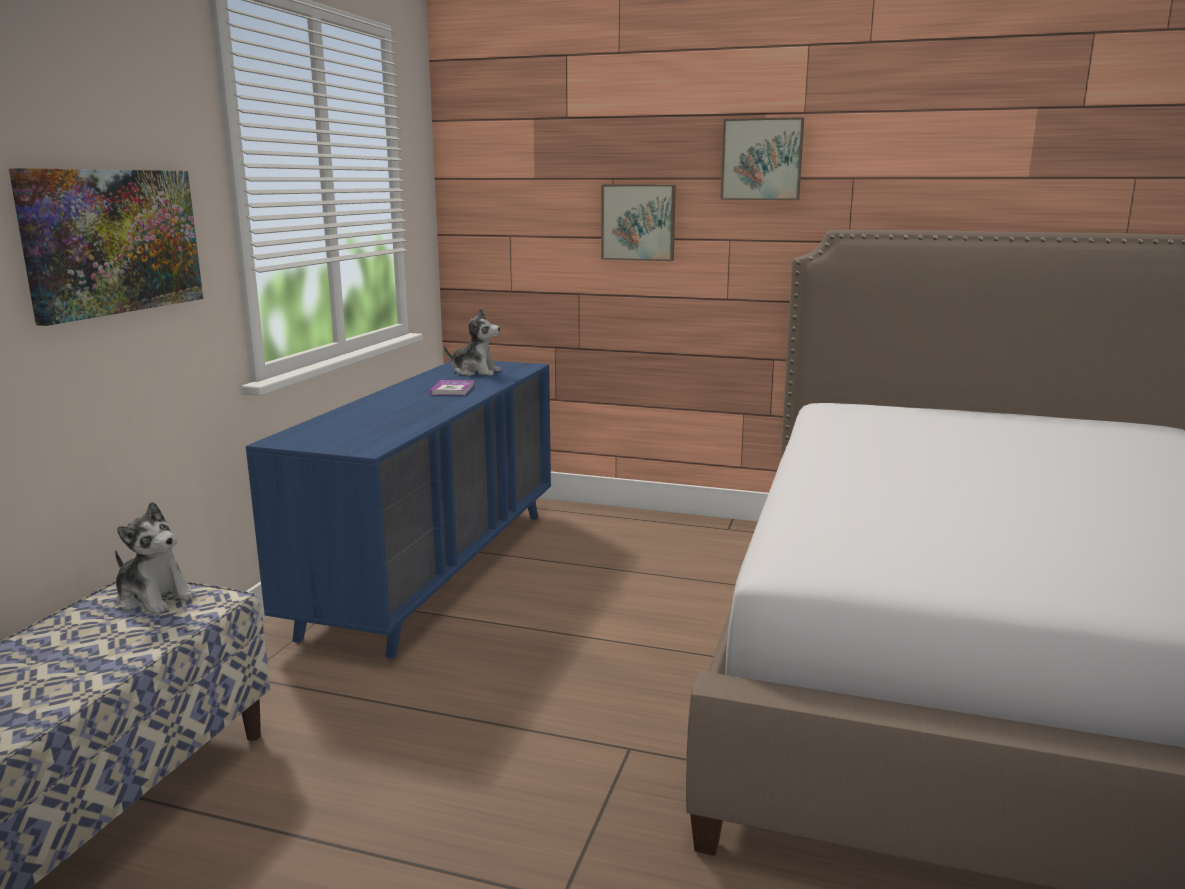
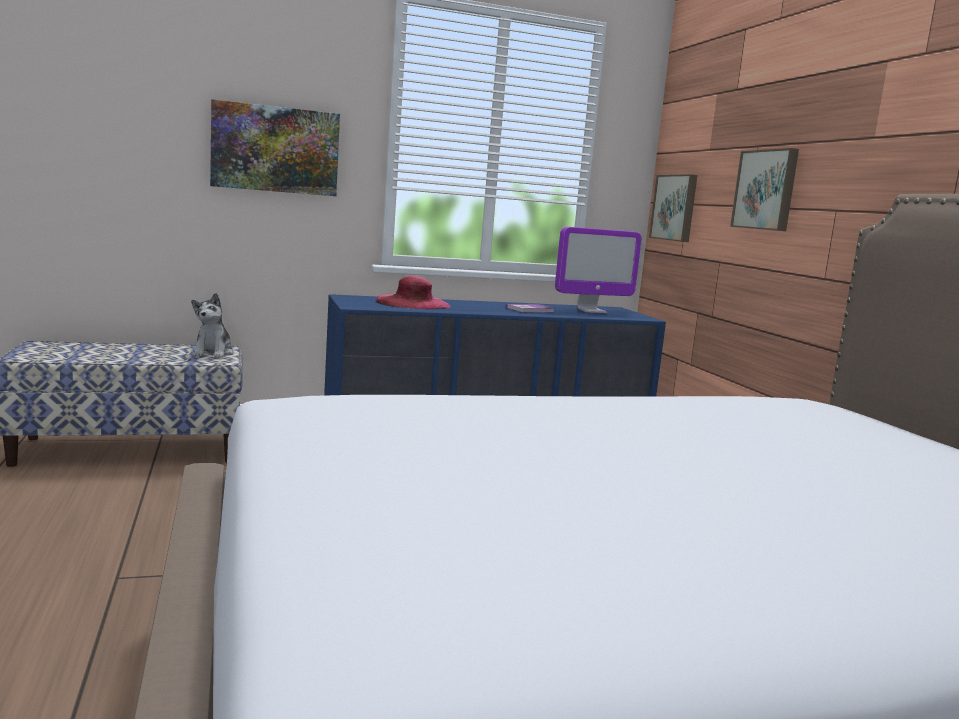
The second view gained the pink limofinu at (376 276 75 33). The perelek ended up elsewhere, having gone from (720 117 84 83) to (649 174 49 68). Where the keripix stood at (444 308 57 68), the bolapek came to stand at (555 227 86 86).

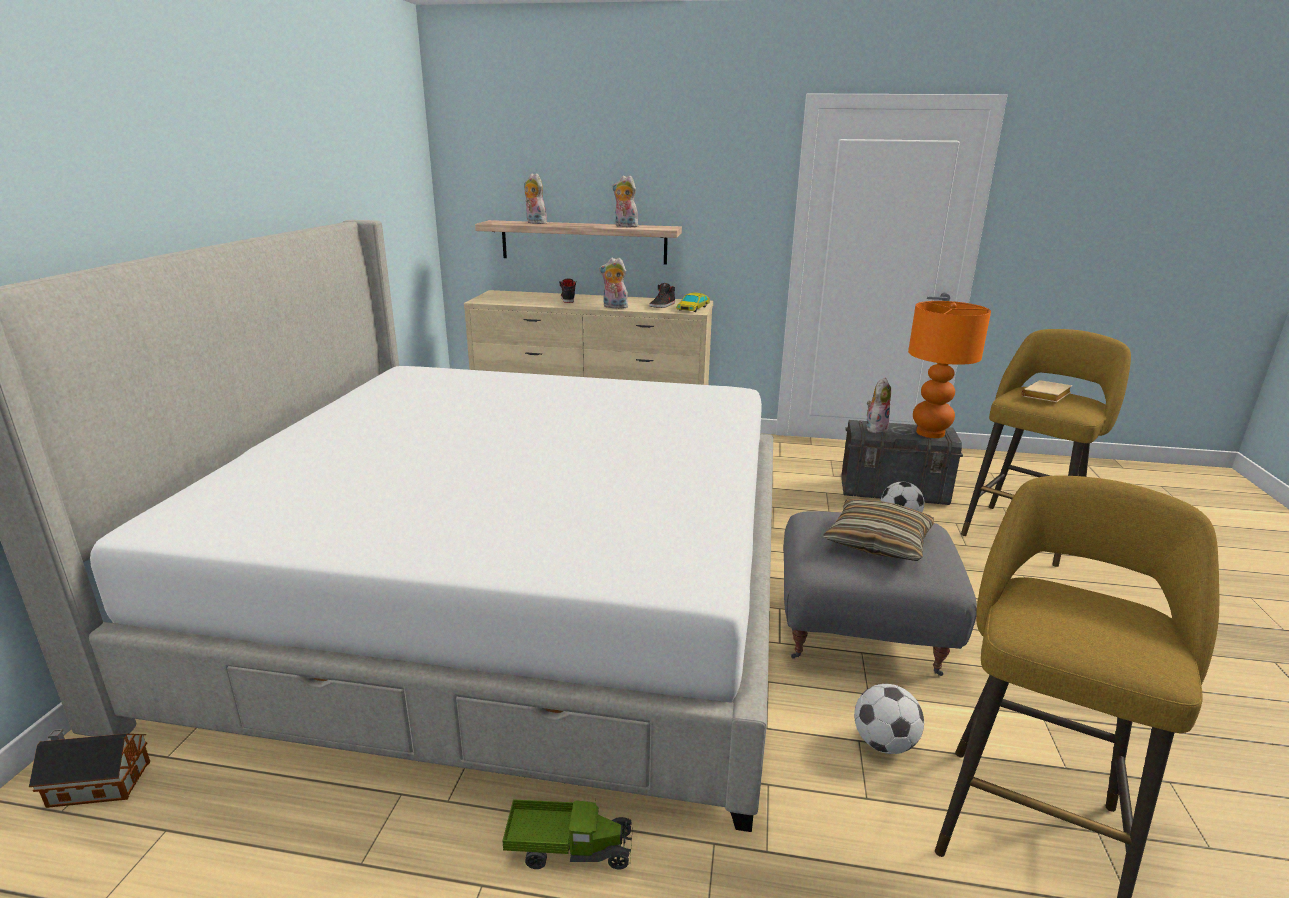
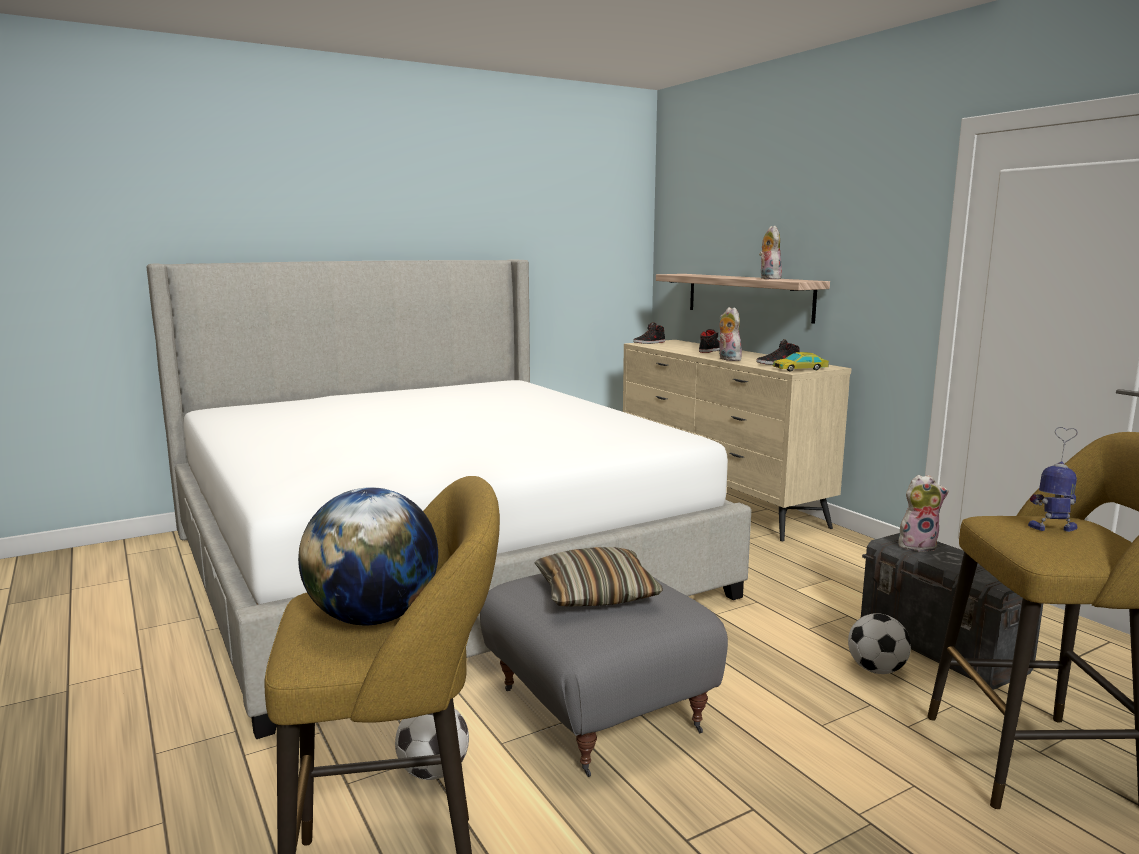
The second view lost the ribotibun at (29 729 121 79). The second view lost the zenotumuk at (502 799 131 70). The second view lost the keripix at (524 173 23 51). The second view lost the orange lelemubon at (908 301 83 137). The second view gained the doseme at (298 487 140 138). The second view gained the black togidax at (633 322 32 22). Where the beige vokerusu stood at (1022 380 50 22), the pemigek came to stand at (1028 427 50 105).

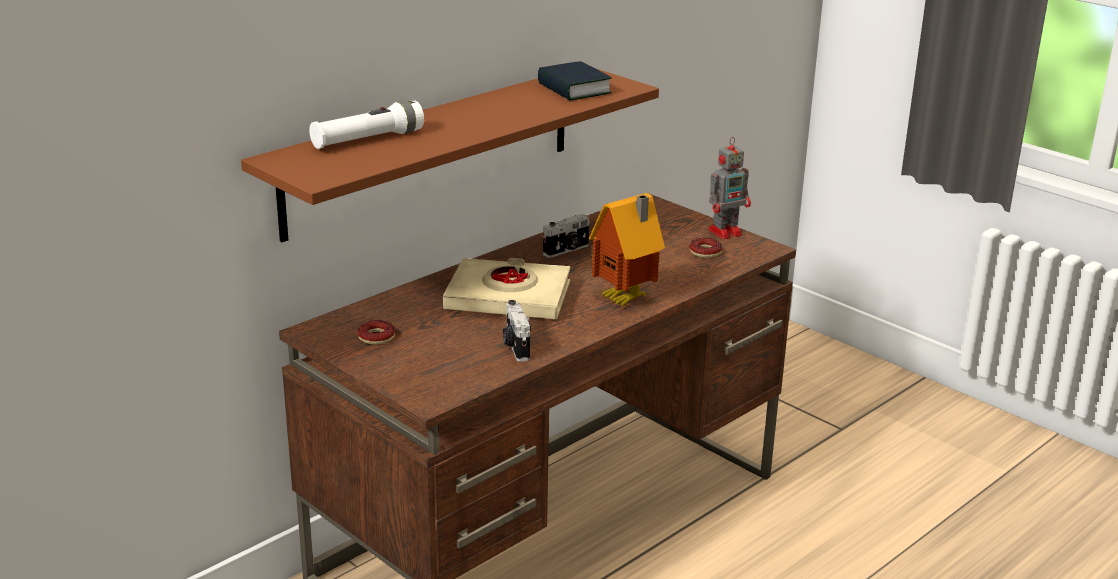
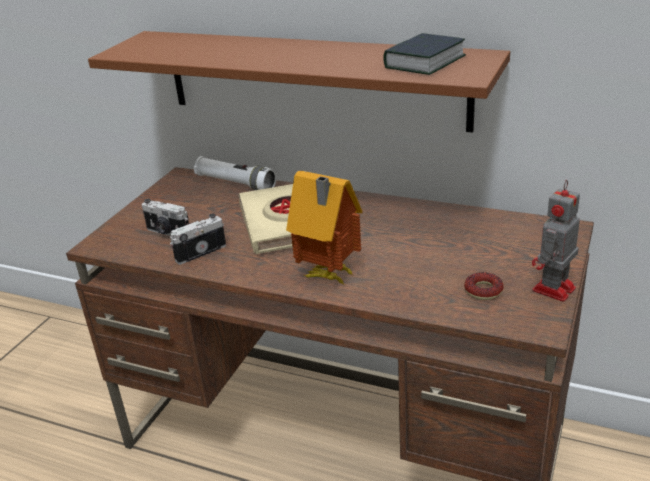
The second view lost the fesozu at (357 320 38 25). The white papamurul ended up elsewhere, having gone from (309 100 115 49) to (194 156 82 34). The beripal ended up elsewhere, having gone from (543 214 47 44) to (141 199 48 37). The pemigek at (708 137 43 102) ended up facing another way, 90 degrees clockwise from before.

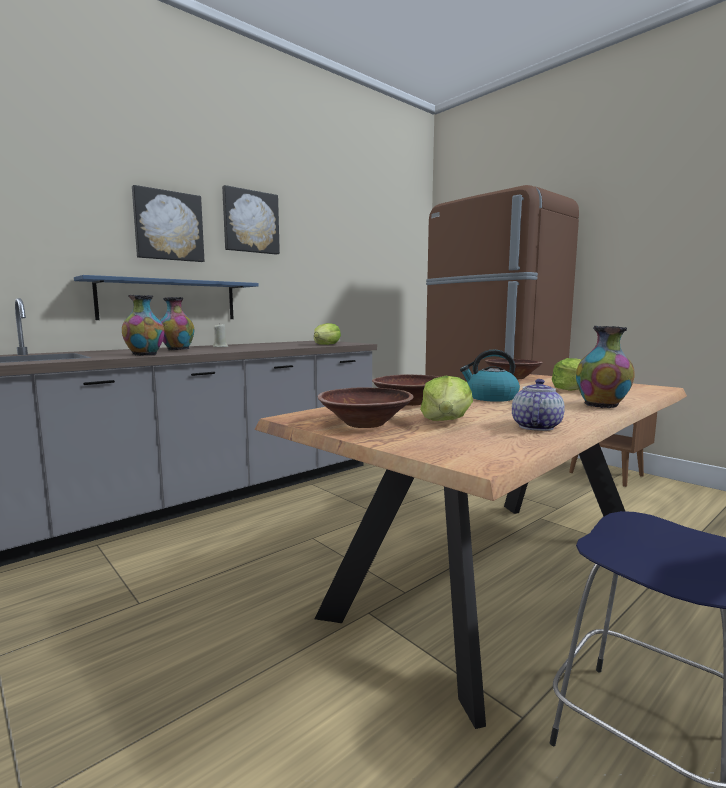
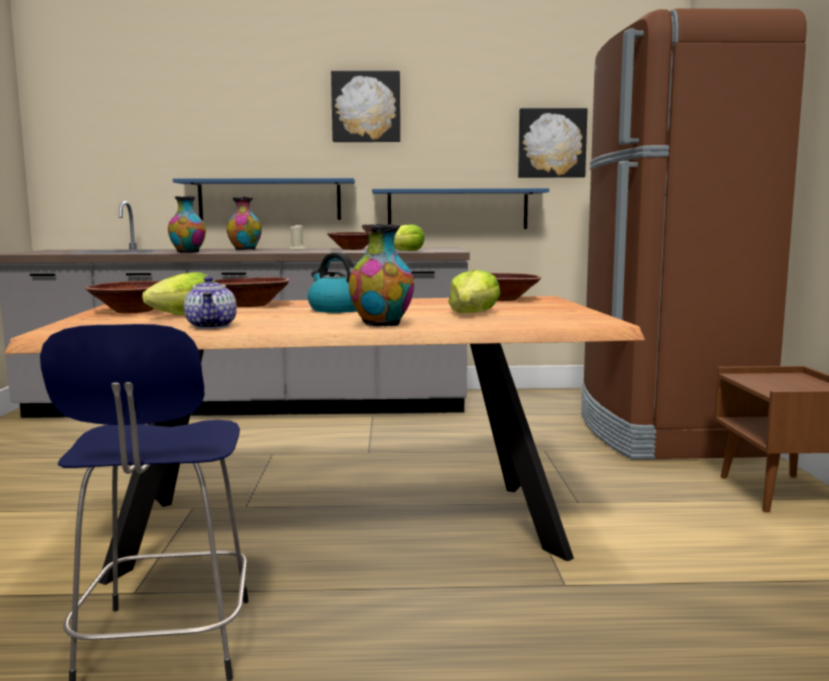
The second view gained the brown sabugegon at (327 232 42 18). The second view gained the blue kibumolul at (372 188 177 41). The perelek ended up elsewhere, having gone from (132 185 72 77) to (518 108 70 70). The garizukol at (512 379 53 52) ended up facing another way, 105 degrees clockwise from before.

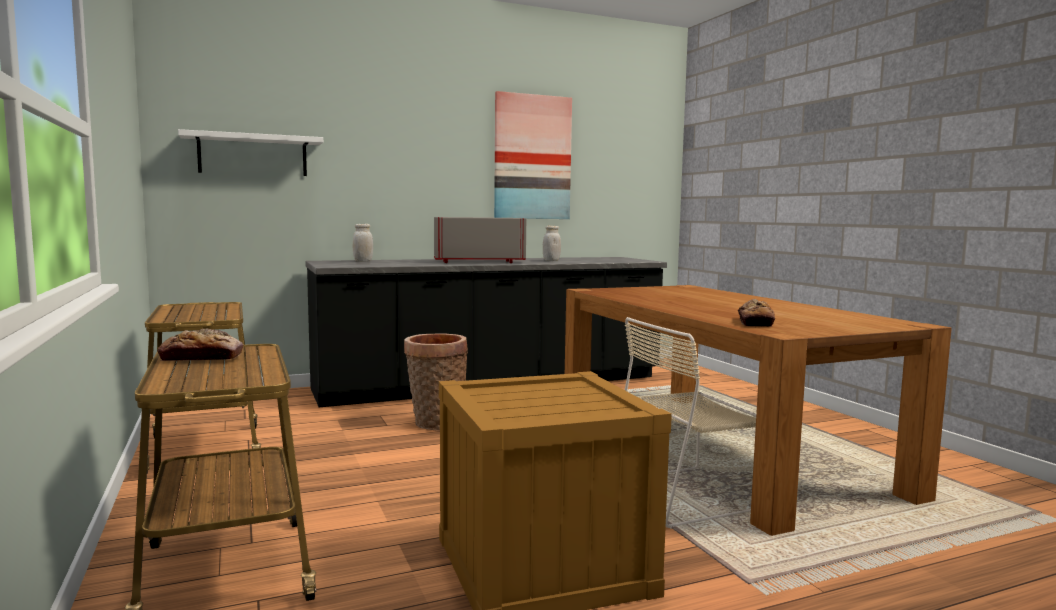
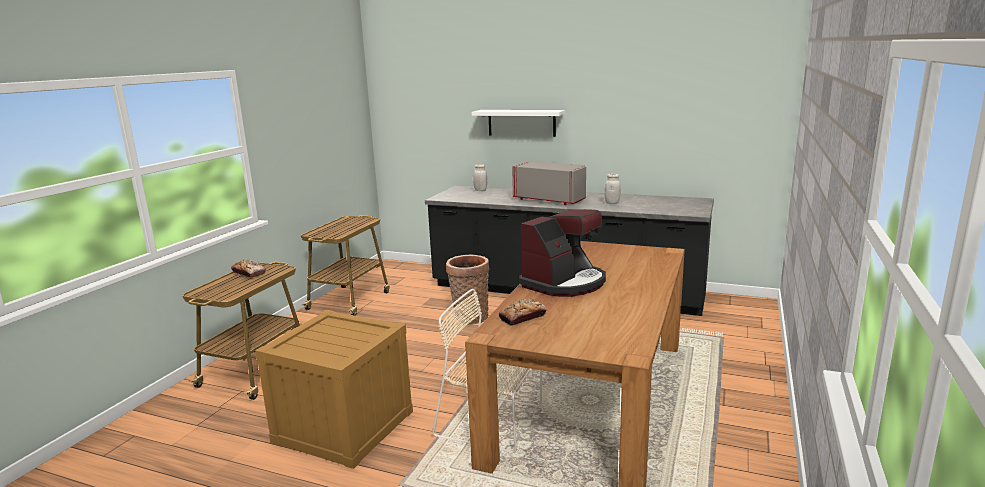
The second view lost the perelek at (494 91 78 128). The second view gained the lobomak at (519 209 87 88). The white kibumolul ended up elsewhere, having gone from (178 129 145 47) to (472 110 93 27).

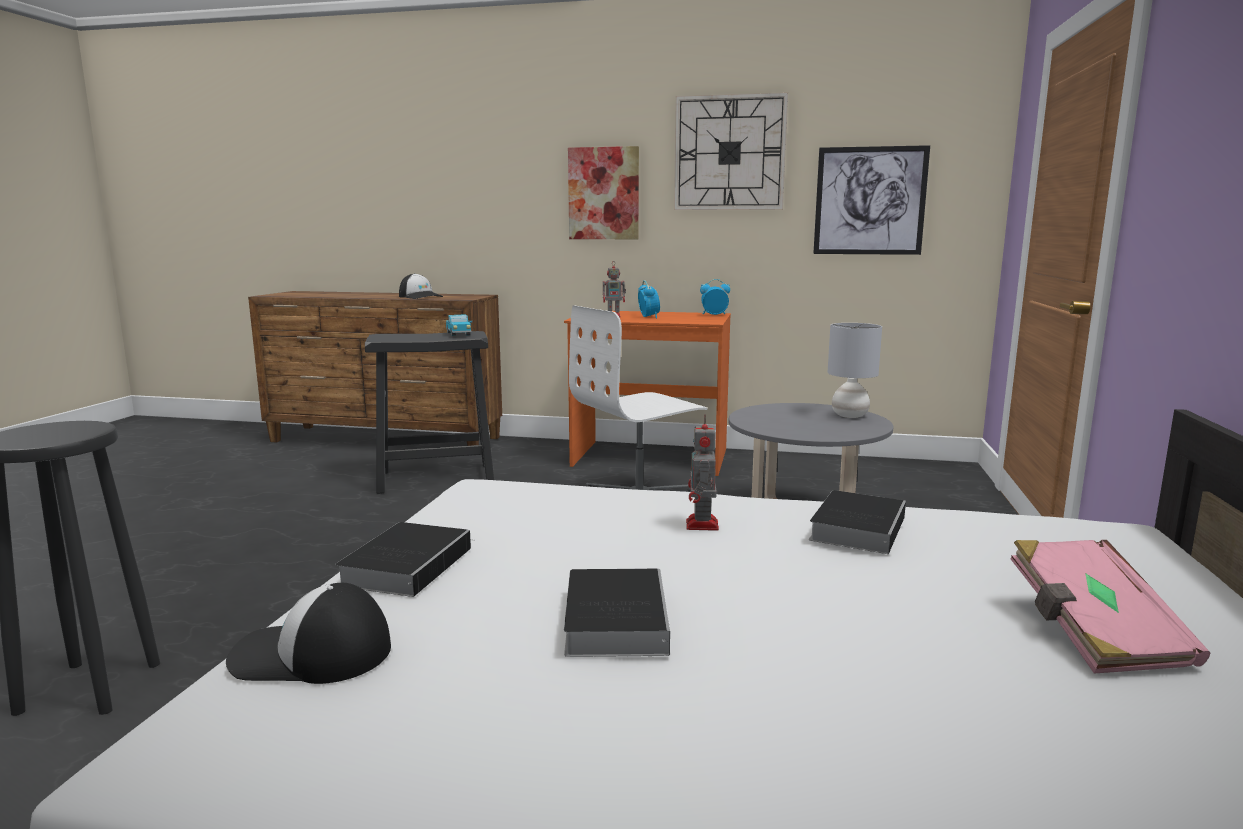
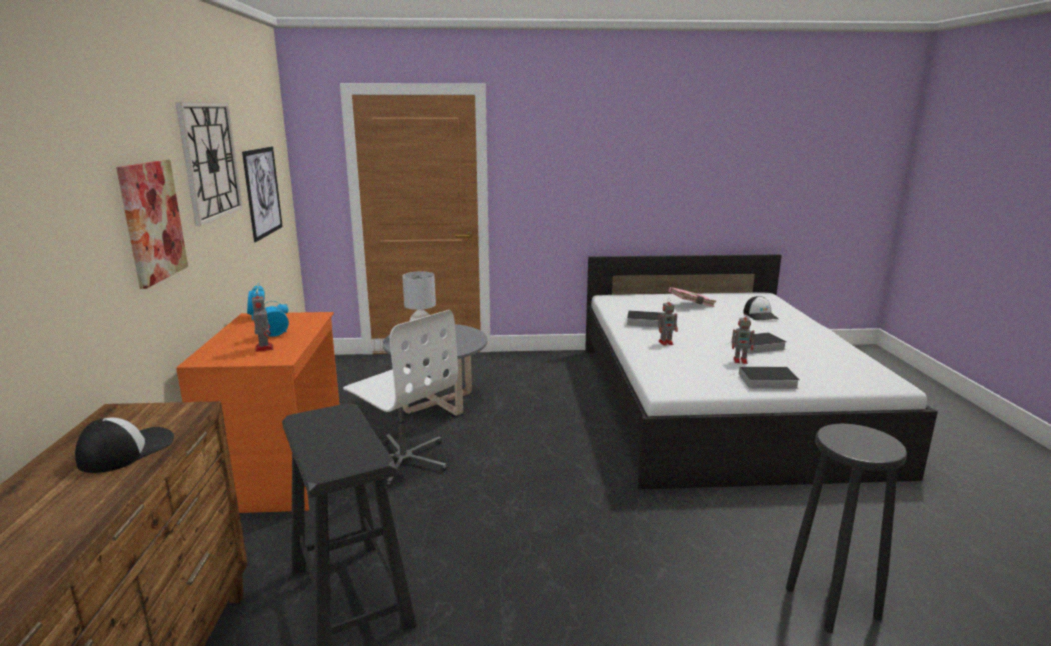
The second view lost the zenotumuk at (446 314 27 22). The second view gained the pemigek at (732 313 23 51). The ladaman ended up elsewhere, having gone from (226 583 165 101) to (743 296 36 24).

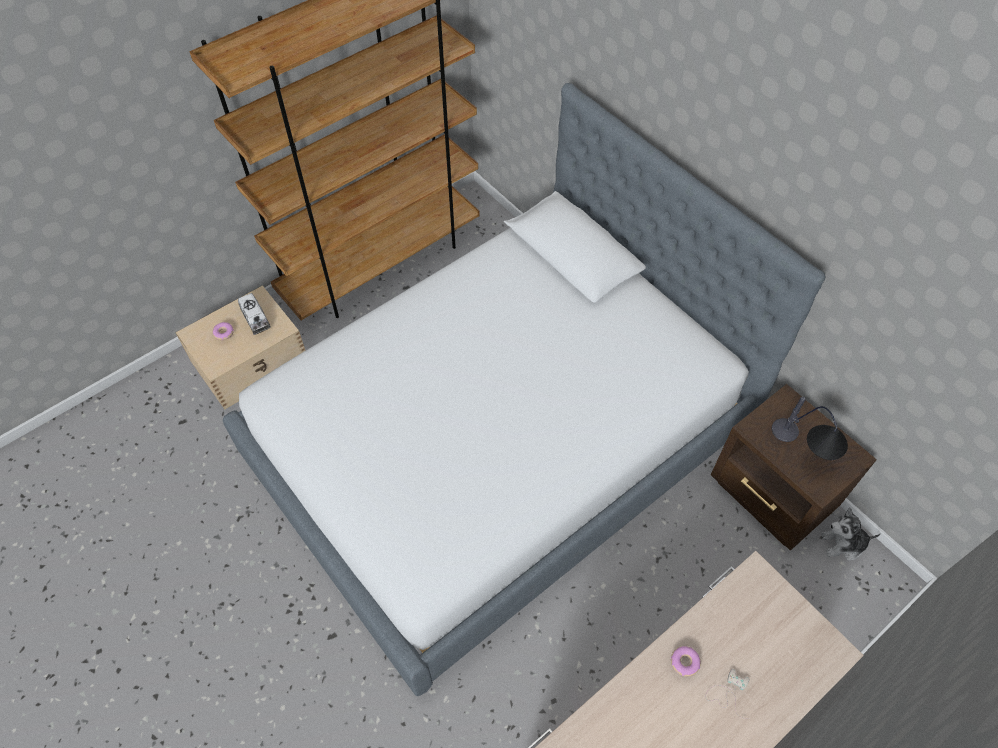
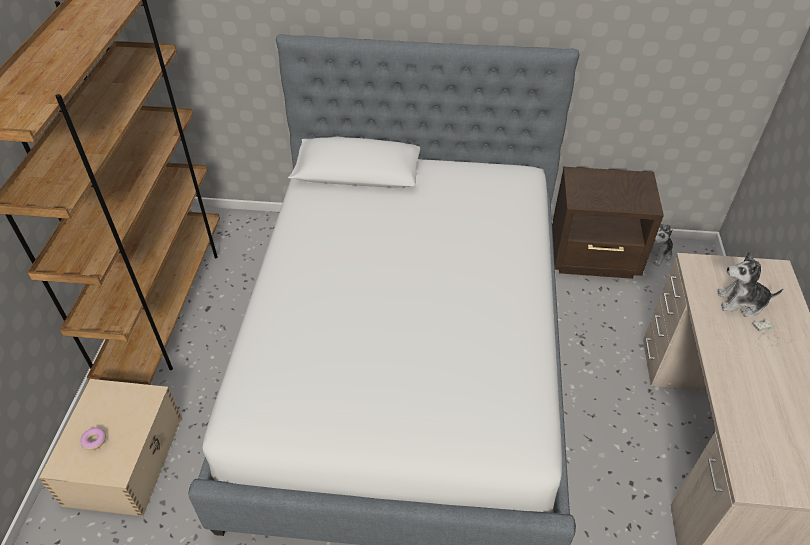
The second view lost the zenotumuk at (238 293 33 42). The second view lost the fesozu at (671 646 30 31). The second view lost the lelemubon at (772 397 76 63). The second view gained the keripix at (717 251 66 66).

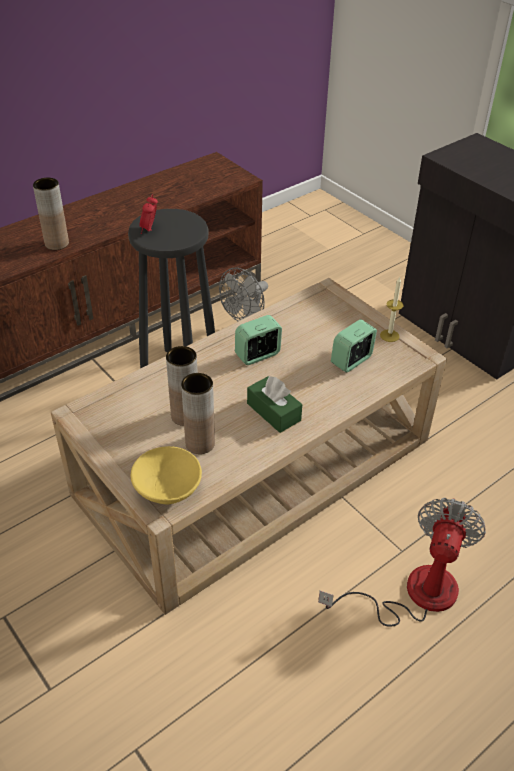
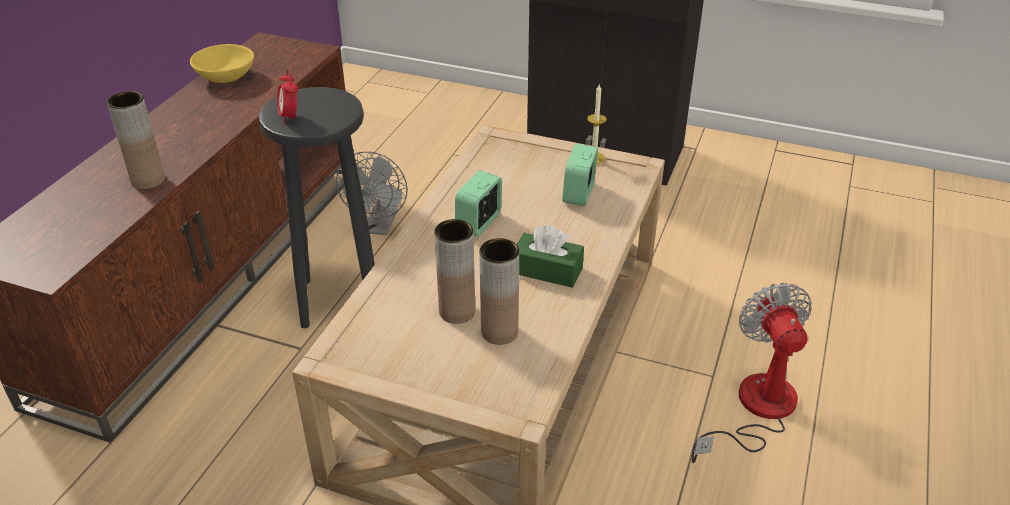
The yellow sabugegon ended up elsewhere, having gone from (131 446 71 58) to (190 44 64 39).

